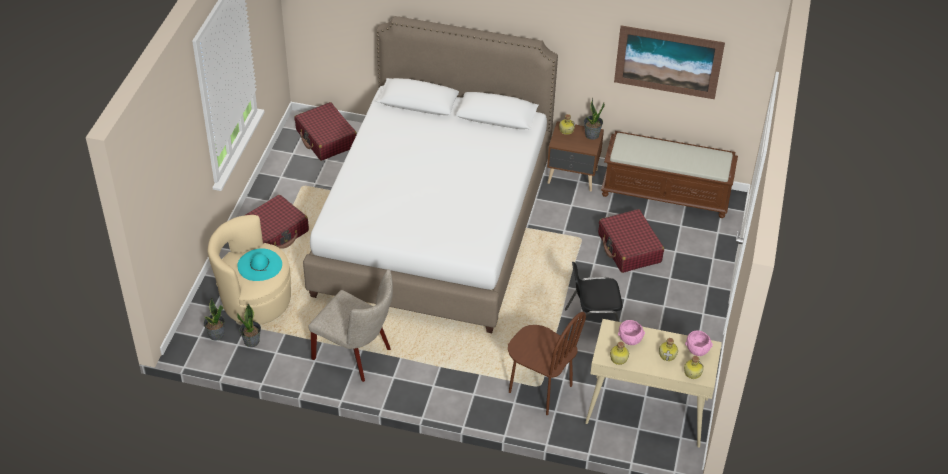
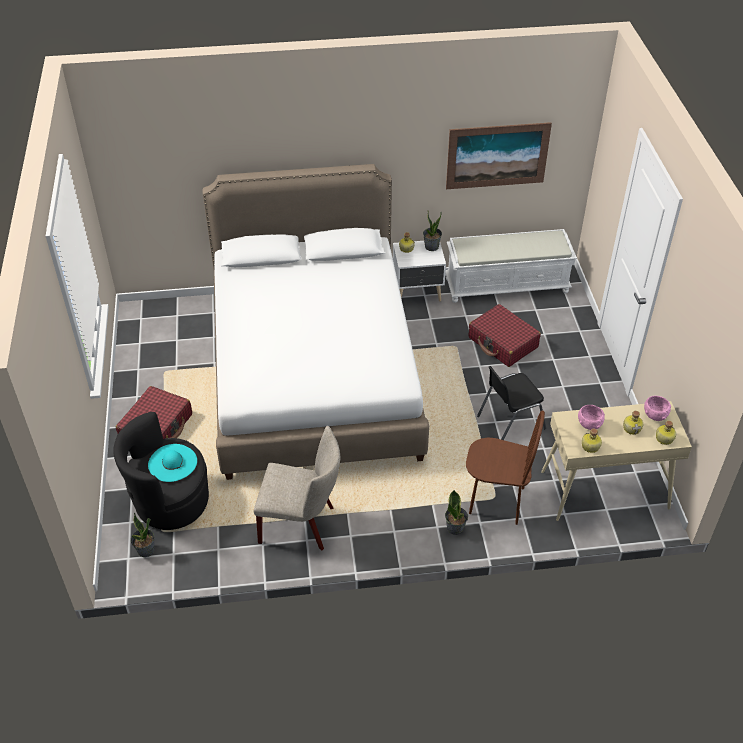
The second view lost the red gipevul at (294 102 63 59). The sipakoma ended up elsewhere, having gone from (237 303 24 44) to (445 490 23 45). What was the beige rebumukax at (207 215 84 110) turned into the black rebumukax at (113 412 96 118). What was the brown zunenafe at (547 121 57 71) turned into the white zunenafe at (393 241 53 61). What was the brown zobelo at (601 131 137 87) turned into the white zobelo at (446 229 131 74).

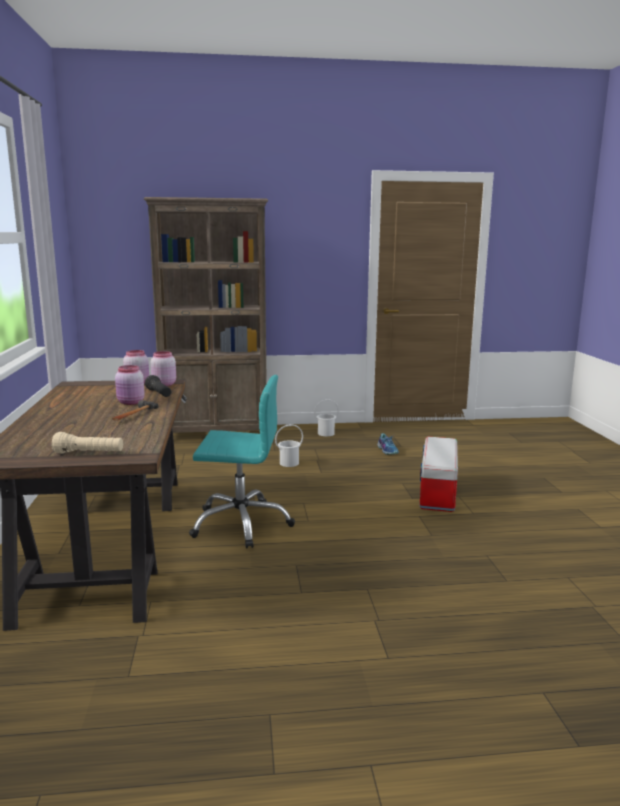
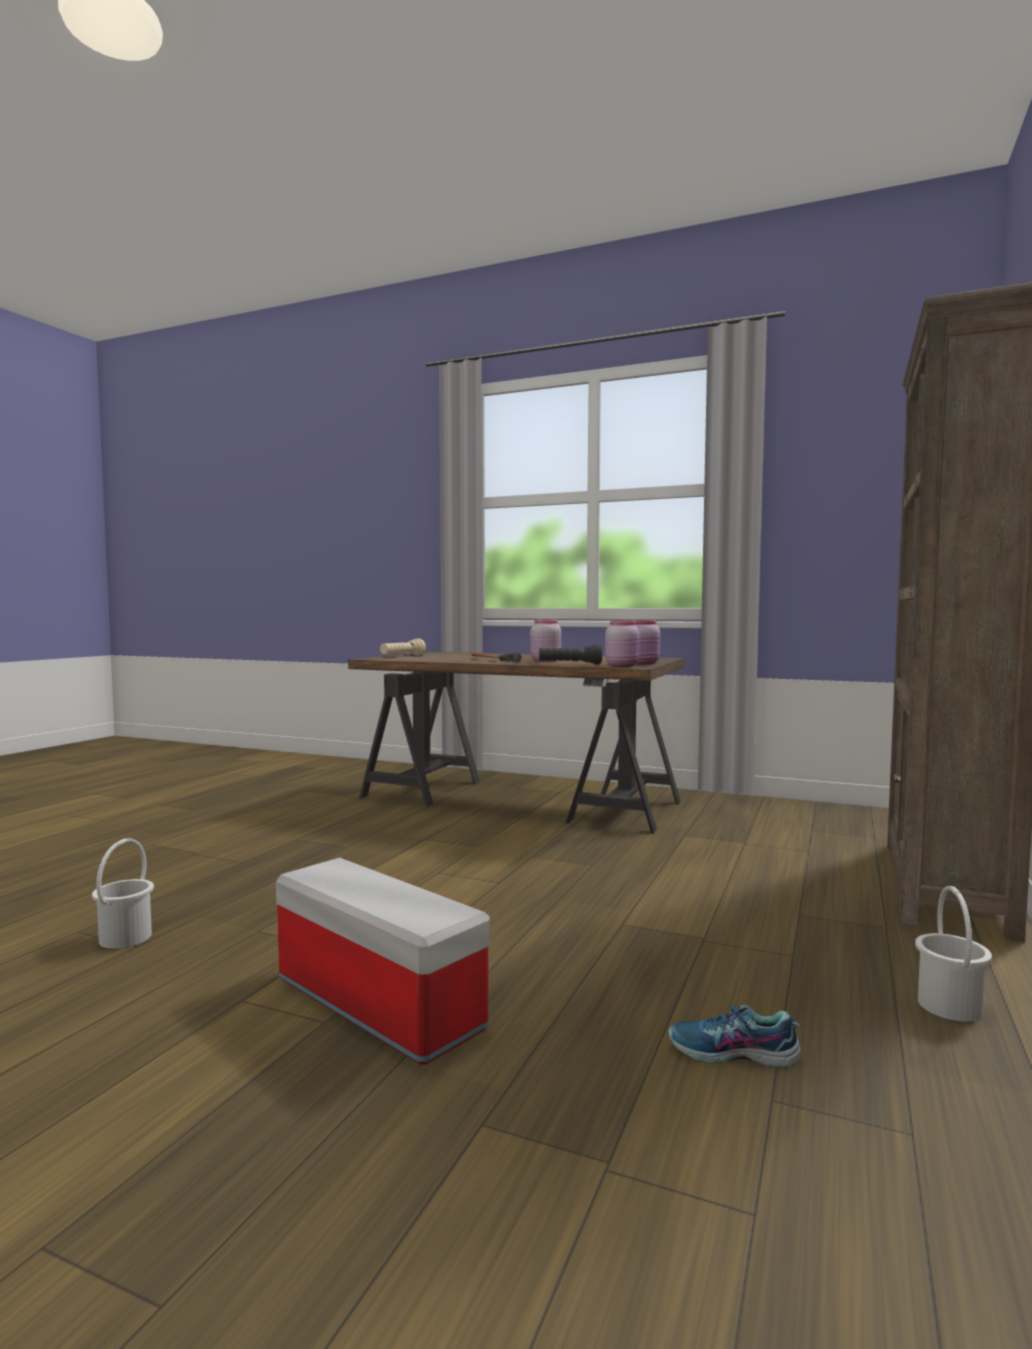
The second view lost the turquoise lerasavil at (189 375 106 174). The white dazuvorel ended up elsewhere, having gone from (275 424 28 43) to (92 838 62 111).

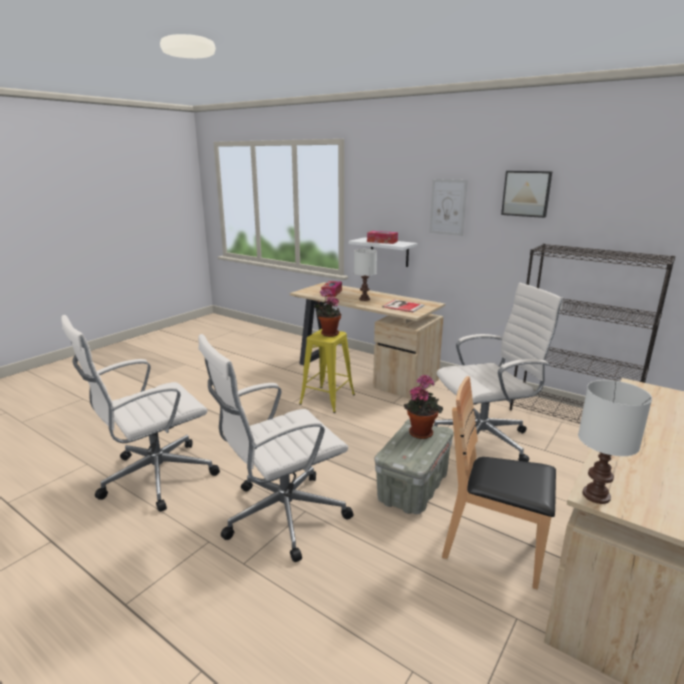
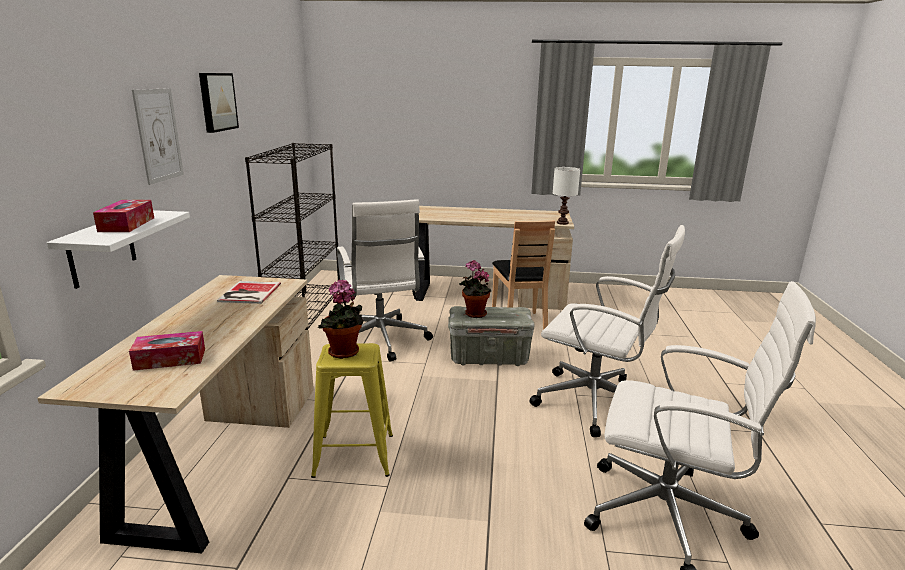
The second view lost the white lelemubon at (354 249 23 52). The white lerasavil at (433 283 130 179) ended up facing another way, 150 degrees counterclockwise from before.

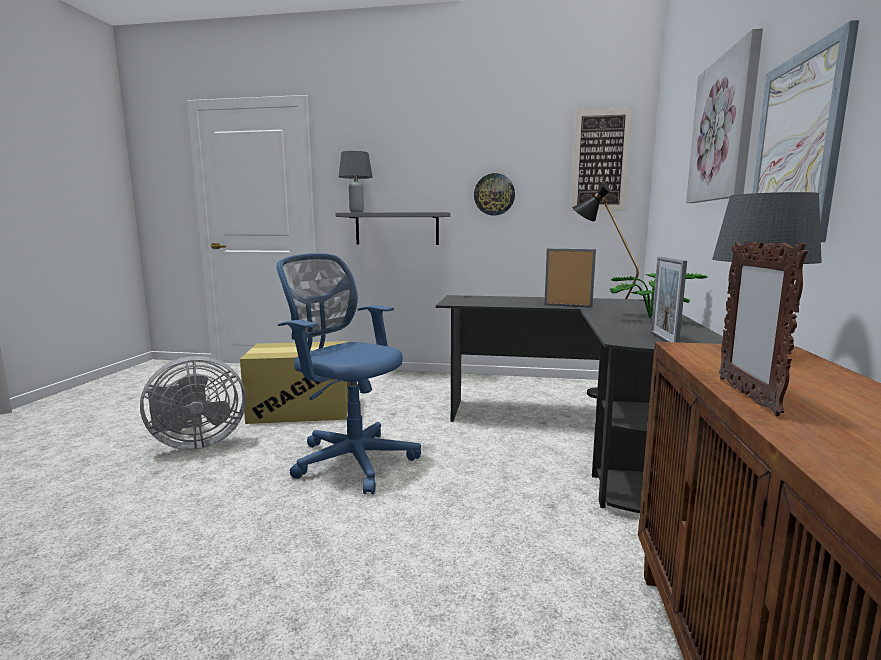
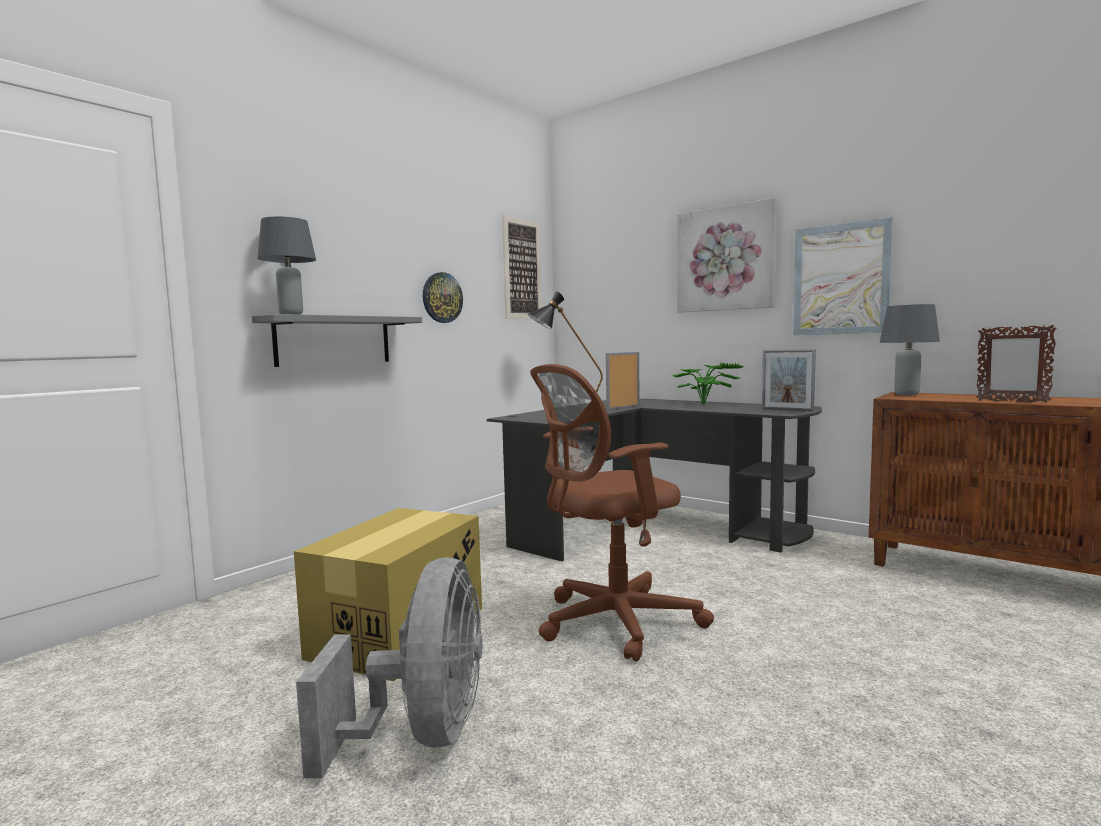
What was the blue lerasavil at (276 253 145 241) turned into the brown lerasavil at (530 364 184 298).

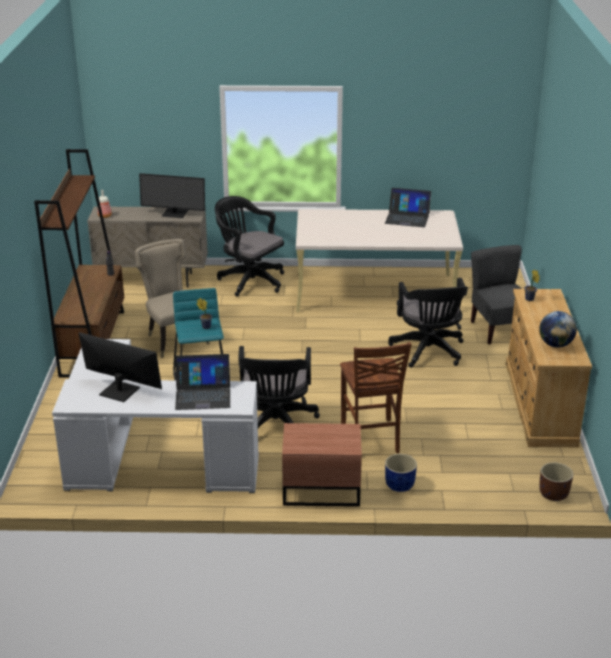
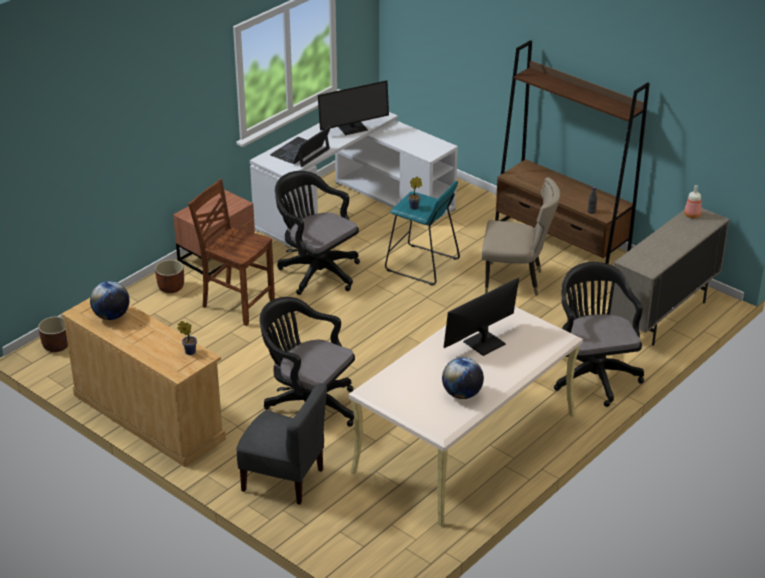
The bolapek ended up elsewhere, having gone from (139 173 66 45) to (443 278 76 78). Where the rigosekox stood at (385 188 46 39), the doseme came to stand at (442 357 42 42). What was the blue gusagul at (385 454 32 38) turned into the brown gusagul at (155 260 29 33). The black lerasavil at (215 196 69 100) ended up facing another way, 90 degrees counterclockwise from before.

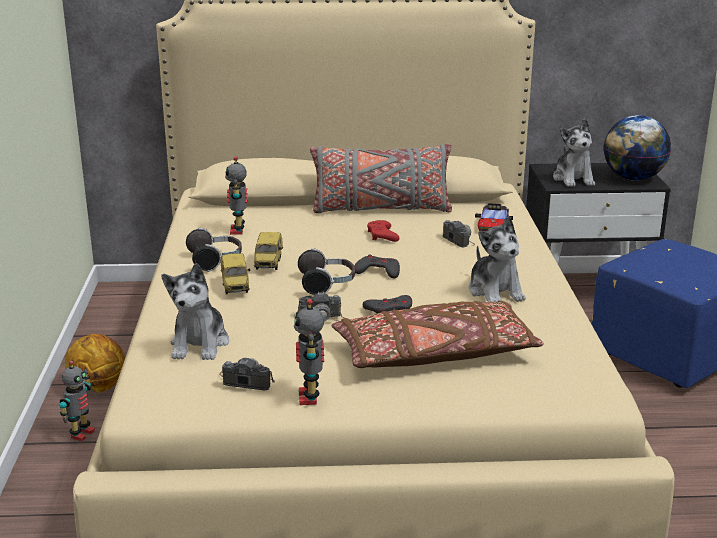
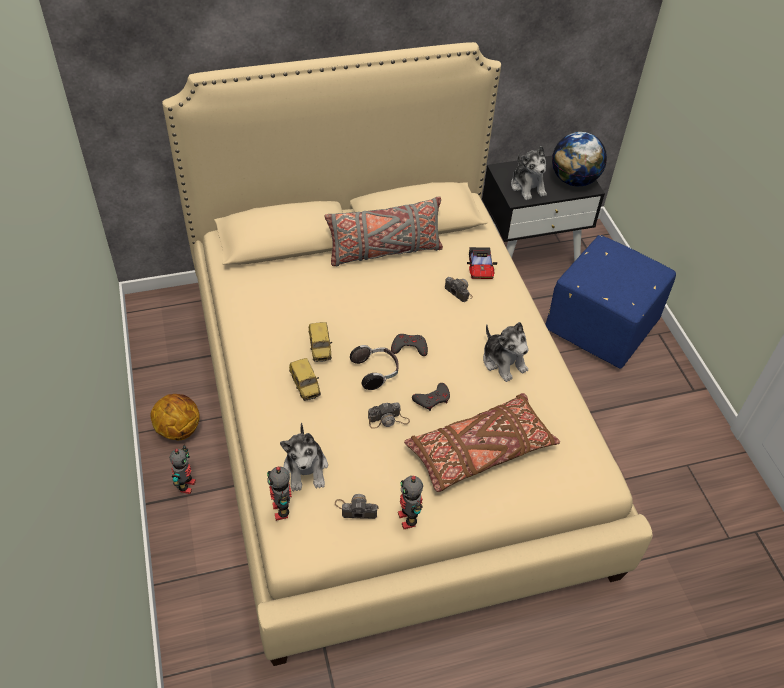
The second view lost the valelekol at (186 228 56 44). The second view lost the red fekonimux at (367 220 33 22). The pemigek ended up elsewhere, having gone from (225 156 23 79) to (267 466 25 55).

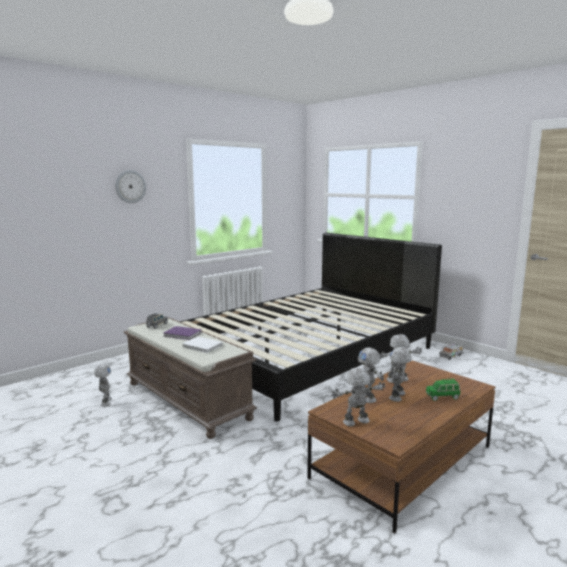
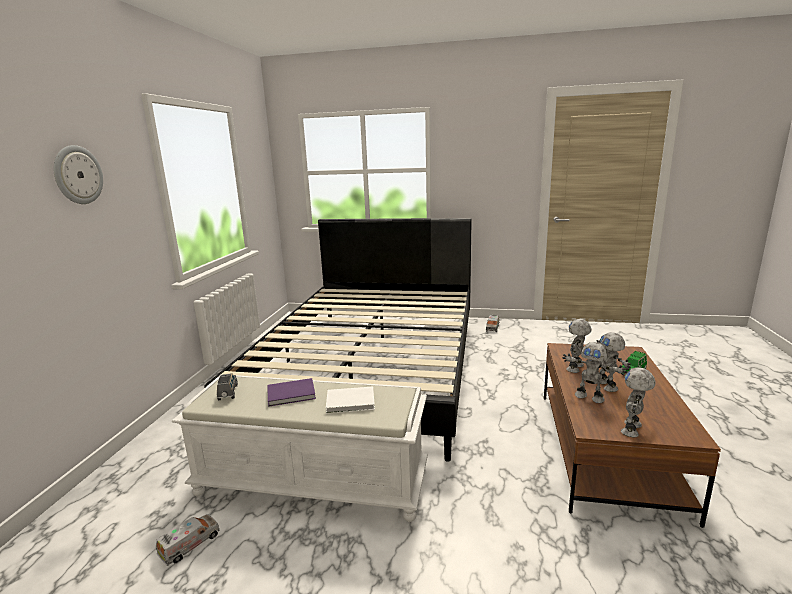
Where the pemigek stood at (94 364 18 42), the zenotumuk came to stand at (156 514 64 52). What was the brown zobelo at (123 317 134 122) turned into the white zobelo at (172 374 256 148).

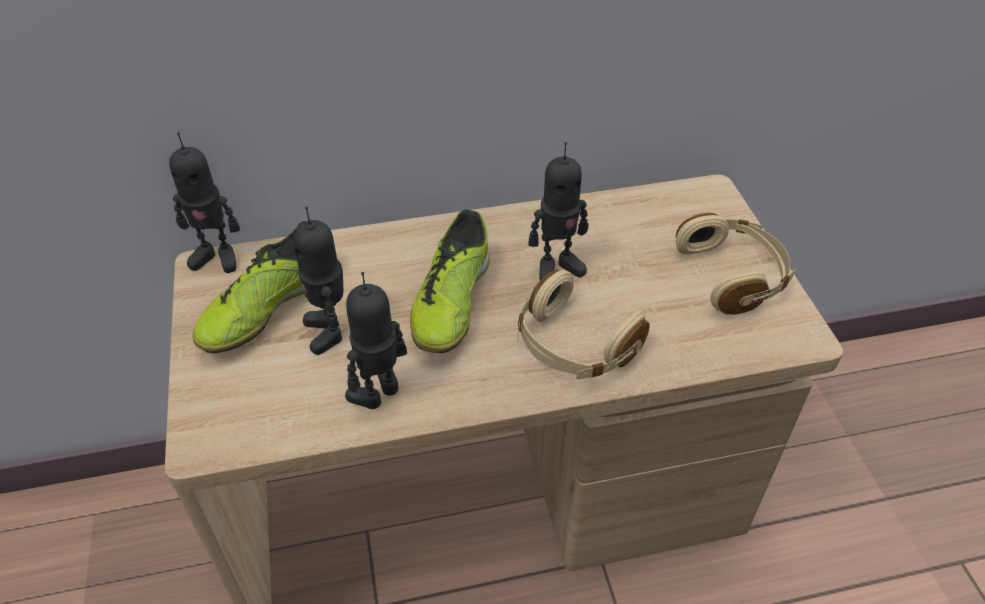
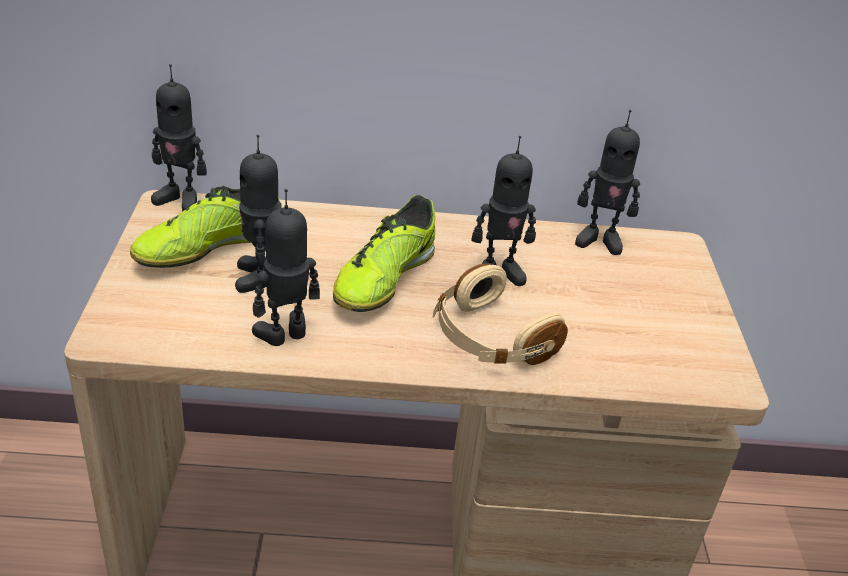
The second view lost the beige valelekol at (676 213 119 102). The second view gained the pemigek at (575 110 65 145).

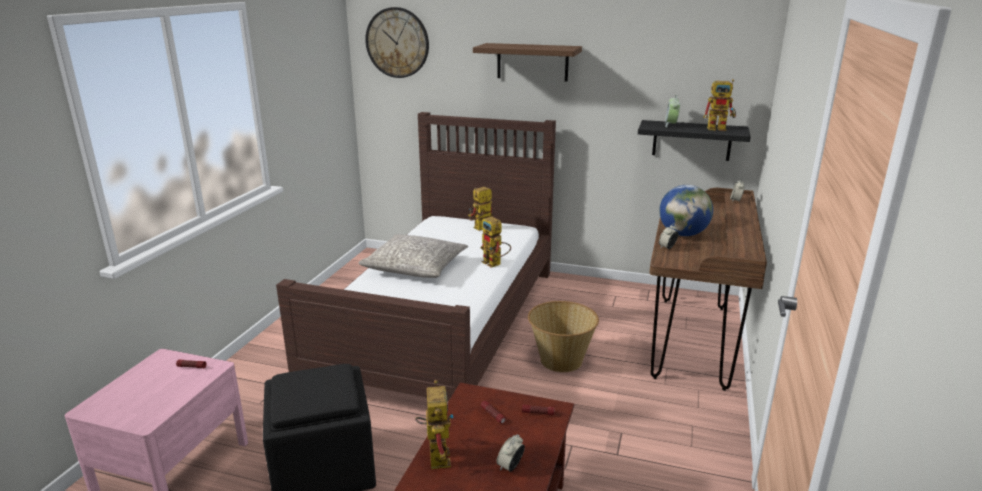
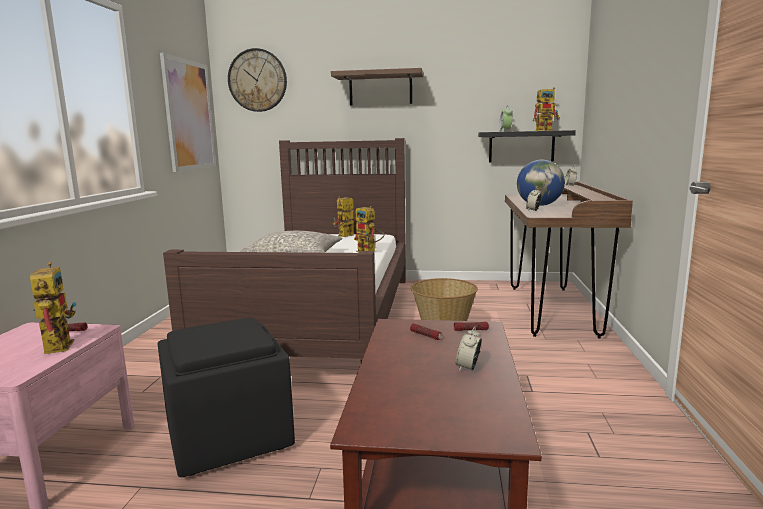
The second view gained the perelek at (160 53 56 119). The pemigek ended up elsewhere, having gone from (415 380 39 89) to (30 262 46 92).

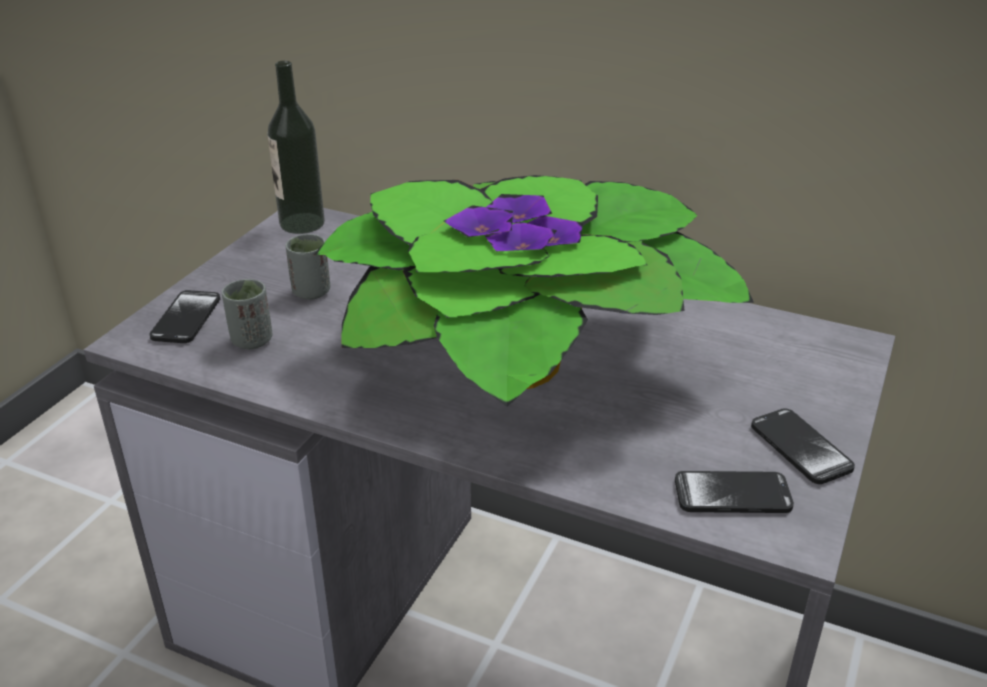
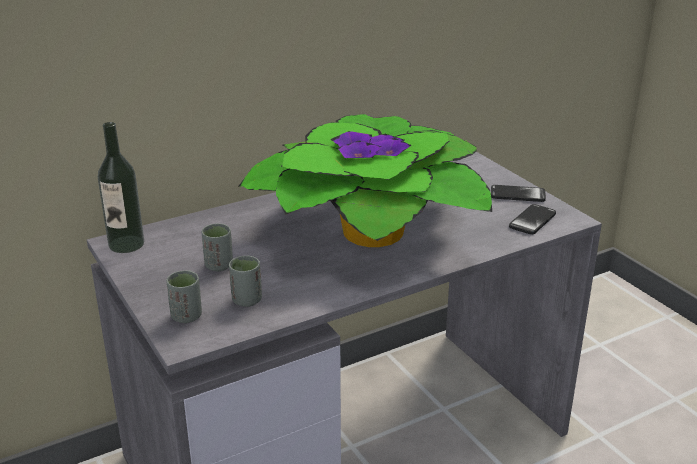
Where the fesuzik stood at (150 290 70 53), the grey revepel came to stand at (166 270 36 53).

